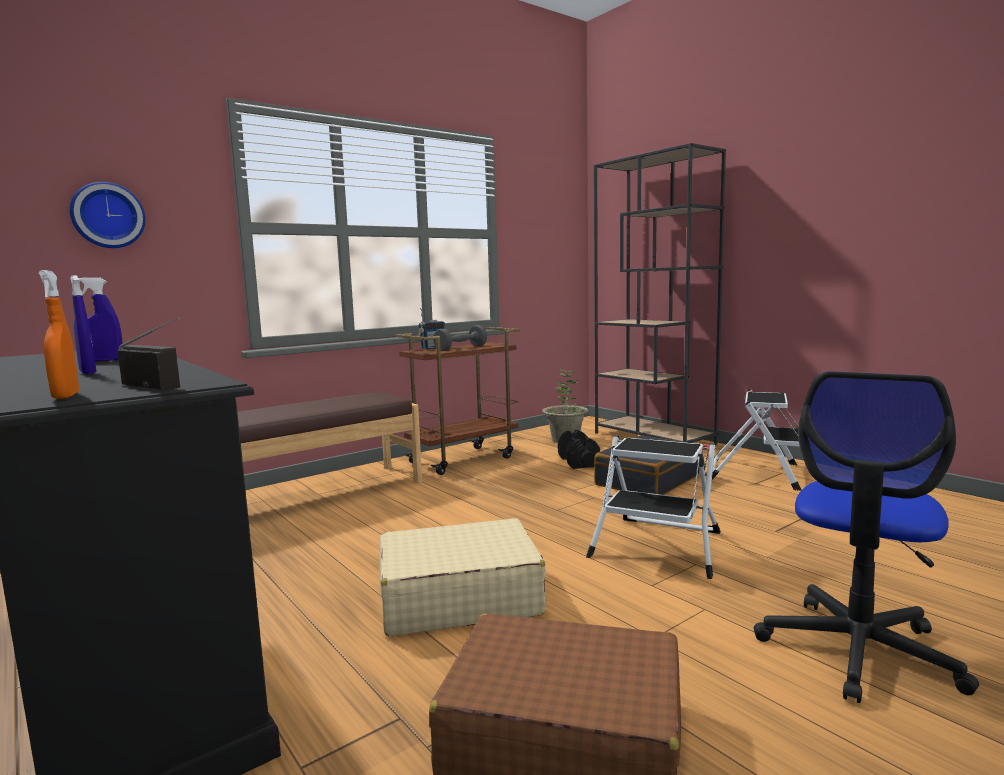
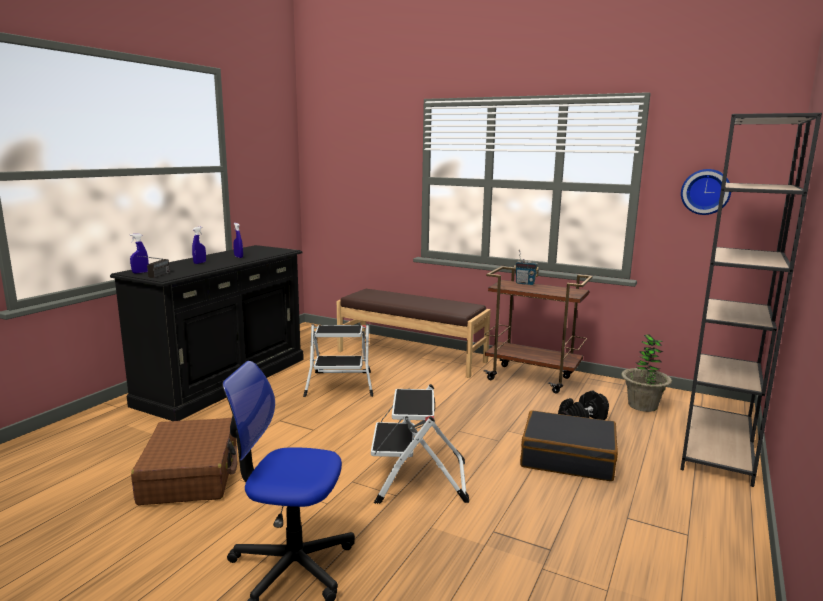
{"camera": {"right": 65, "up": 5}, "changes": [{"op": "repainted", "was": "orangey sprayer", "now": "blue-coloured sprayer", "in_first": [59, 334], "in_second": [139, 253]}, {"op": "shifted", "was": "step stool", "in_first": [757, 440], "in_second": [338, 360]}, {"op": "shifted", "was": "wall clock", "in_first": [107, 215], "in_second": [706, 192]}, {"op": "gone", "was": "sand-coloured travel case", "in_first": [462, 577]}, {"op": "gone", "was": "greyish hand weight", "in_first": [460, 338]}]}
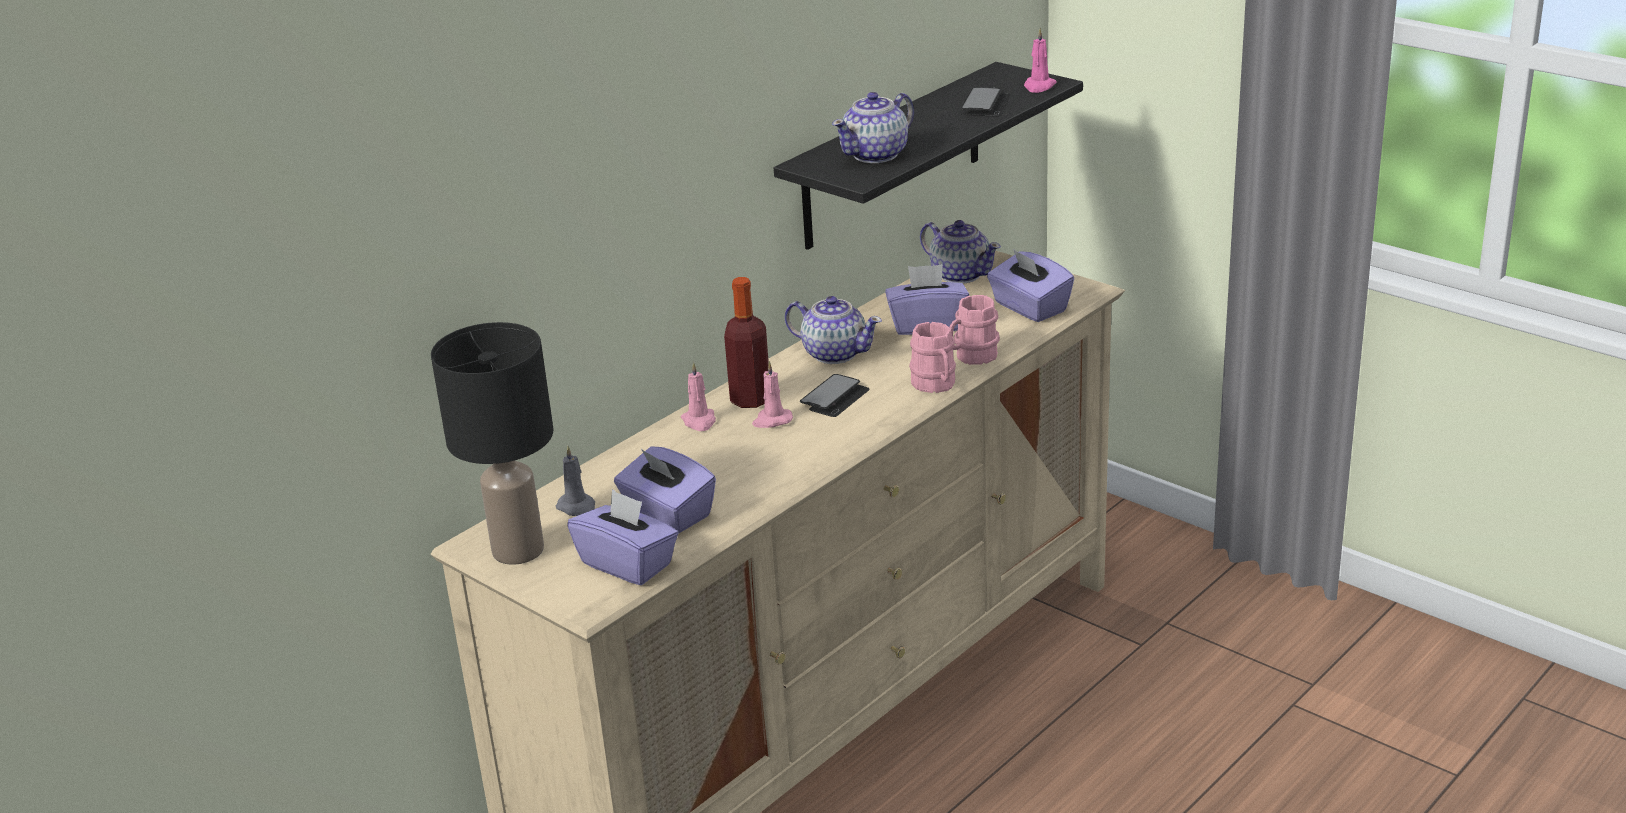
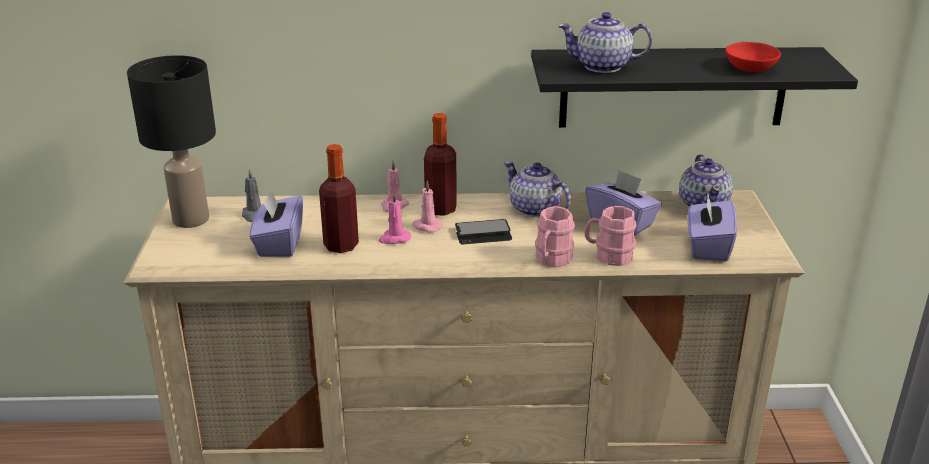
{"camera": {"right": 45, "up": 0}, "changes": [{"op": "new", "now": "drink bottle", "in_second": [339, 198]}, {"op": "shifted", "was": "pink wax candle", "in_first": [1040, 60], "in_second": [395, 218]}, {"op": "rotated", "was": "teapot", "in_first": [833, 330], "in_second": [537, 189], "clockwise": 150}, {"op": "swapped", "was": "telephone", "now": "red-coloured serving bowl", "in_first": [986, 102], "in_second": [753, 57]}, {"op": "gone", "was": "purple-coloured tissue holder", "in_first": [623, 537]}]}
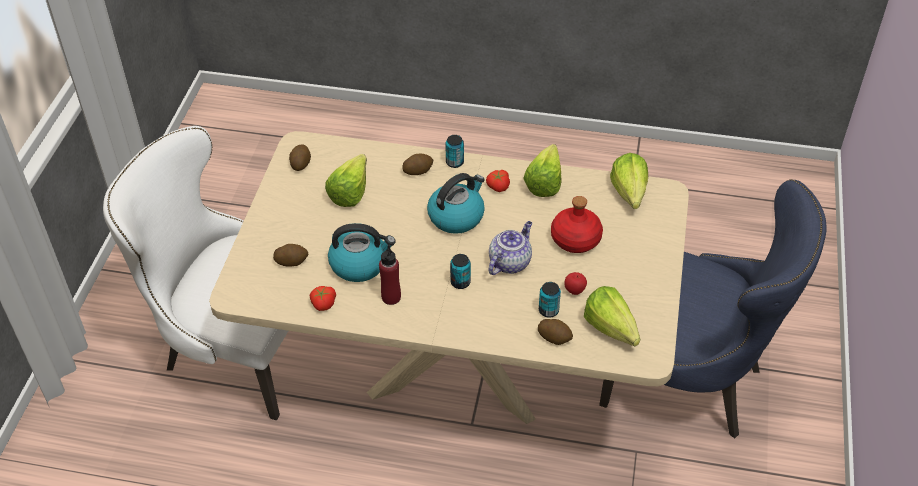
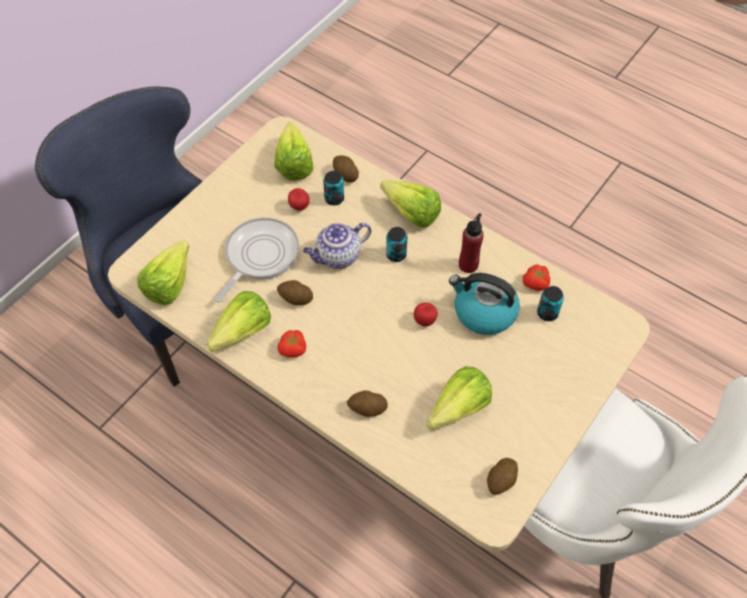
{"camera": {"right": -155, "up": 10}, "changes": [{"op": "swapped", "was": "red-coloured drink bottle", "now": "skillet", "in_first": [577, 224], "in_second": [257, 260]}, {"op": "shifted", "was": "whole potato", "in_first": [290, 255], "in_second": [295, 292]}, {"op": "new", "now": "head of lettuce", "in_second": [410, 203]}, {"op": "new", "now": "apple fruit", "in_second": [426, 314]}, {"op": "shifted", "was": "metal can", "in_first": [454, 151], "in_second": [550, 303]}, {"op": "gone", "was": "water kettle", "in_first": [456, 203]}]}
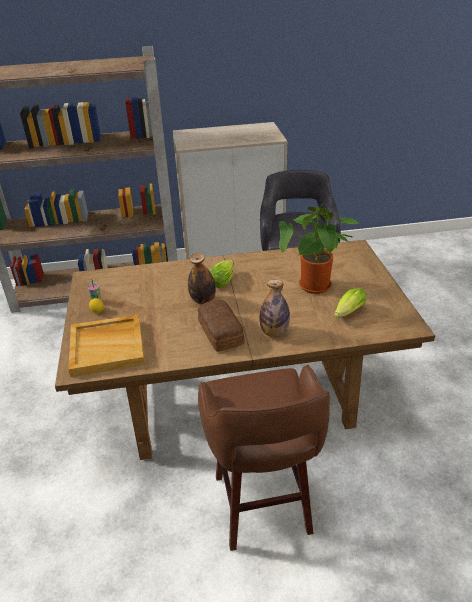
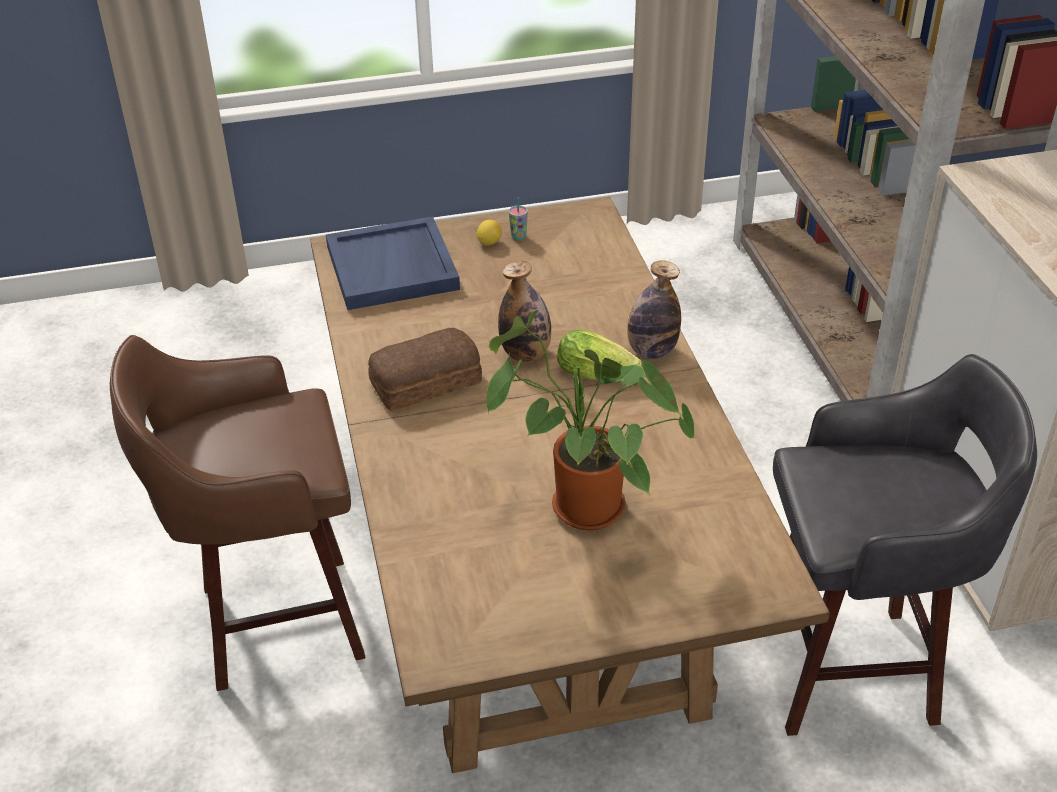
{"camera": {"right": 85, "up": 5}, "changes": [{"op": "repainted", "was": "sand-coloured serving tray", "now": "blue-coloured serving tray", "in_first": [106, 345], "in_second": [393, 263]}, {"op": "shifted", "was": "drink bottle", "in_first": [274, 308], "in_second": [654, 309]}, {"op": "gone", "was": "head of lettuce", "in_first": [350, 303]}]}
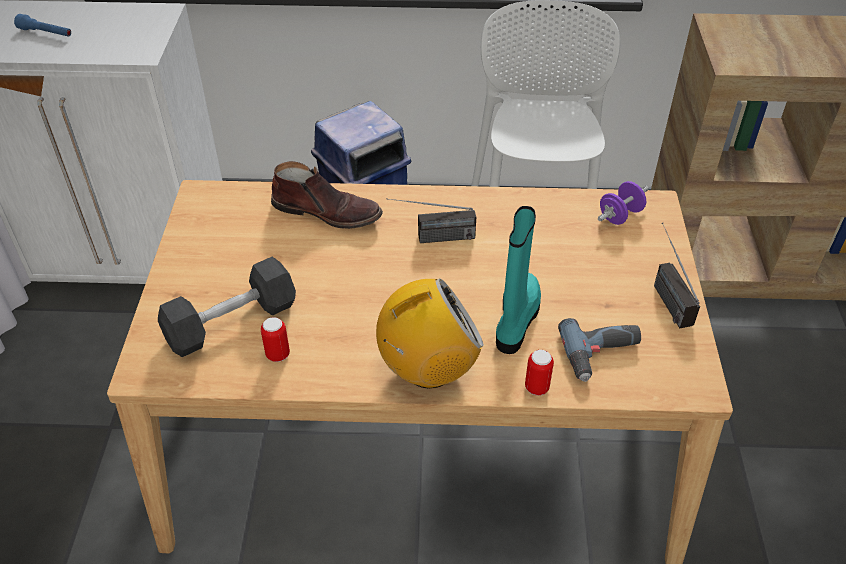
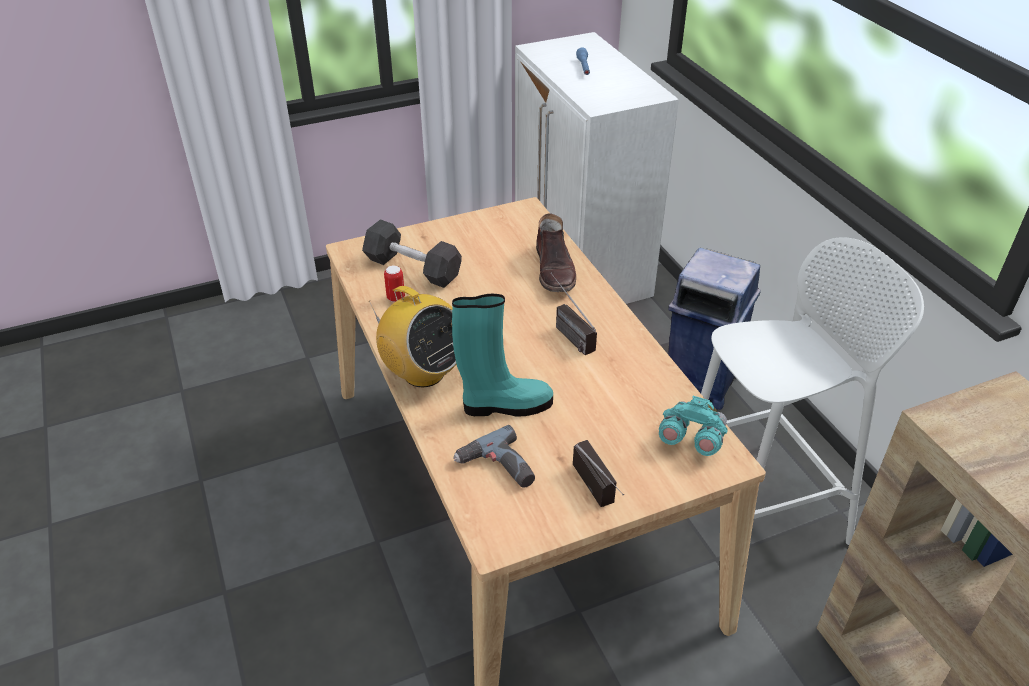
{"camera": {"right": 65, "up": -5}, "changes": [{"op": "rotated", "was": "radio receiver", "in_first": [677, 275], "in_second": [598, 473], "clockwise": 105}, {"op": "swapped", "was": "purple-coloured hand weight", "now": "blue-green binoculars", "in_first": [623, 203], "in_second": [693, 426]}, {"op": "gone", "was": "metal can", "in_first": [539, 373]}]}
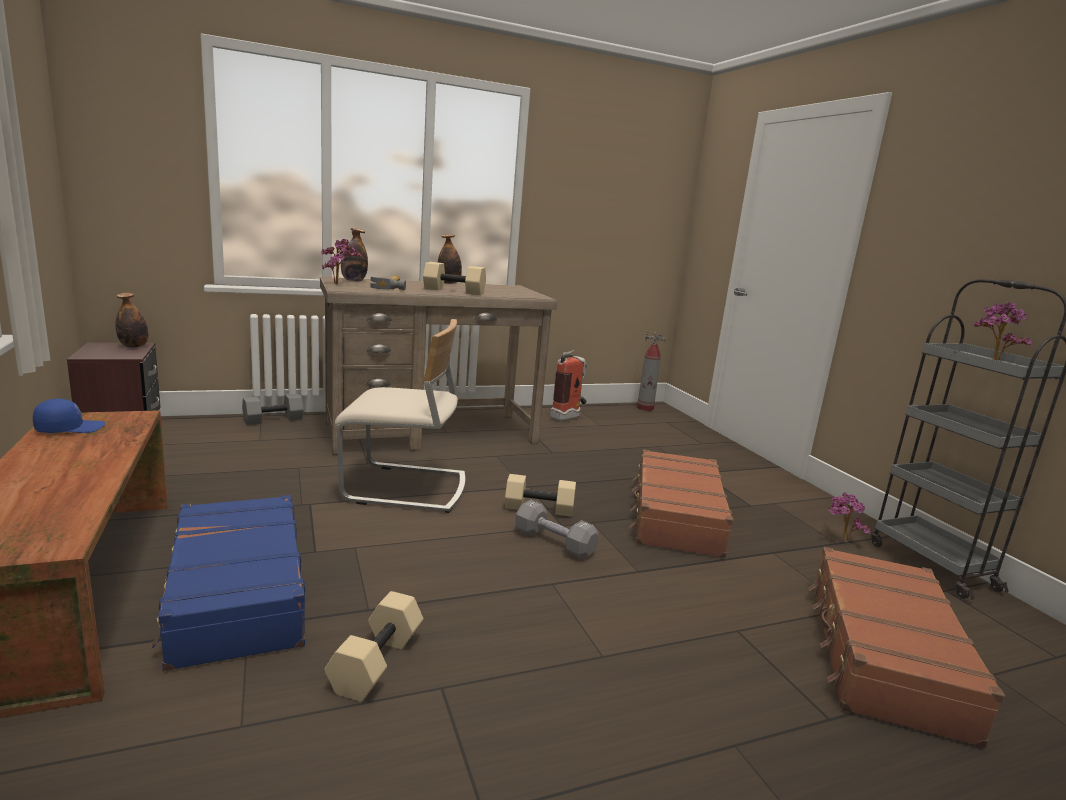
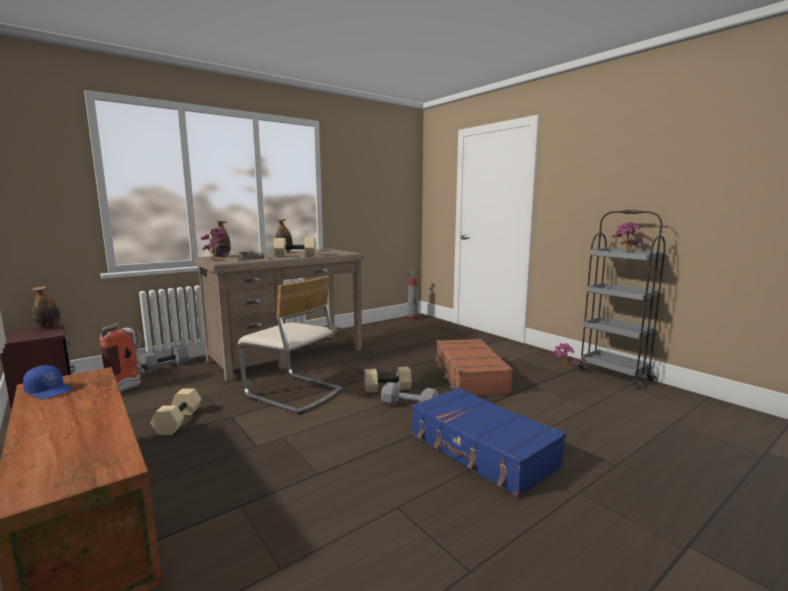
{"camera": {"right": -15, "up": -5}, "changes": [{"op": "rotated", "was": "blue-coloured cap", "in_first": [69, 416], "in_second": [47, 382], "clockwise": 75}, {"op": "shifted", "was": "fire extinguisher", "in_first": [568, 386], "in_second": [125, 357]}, {"op": "shifted", "was": "sand-coloured hand weight", "in_first": [373, 646], "in_second": [176, 412]}, {"op": "rotated", "was": "sand-coloured chair", "in_first": [400, 416], "in_second": [290, 345], "clockwise": 45}, {"op": "shifted", "was": "blue-coloured travel case", "in_first": [228, 583], "in_second": [489, 442]}, {"op": "gone", "was": "brown travel case", "in_first": [907, 647]}]}
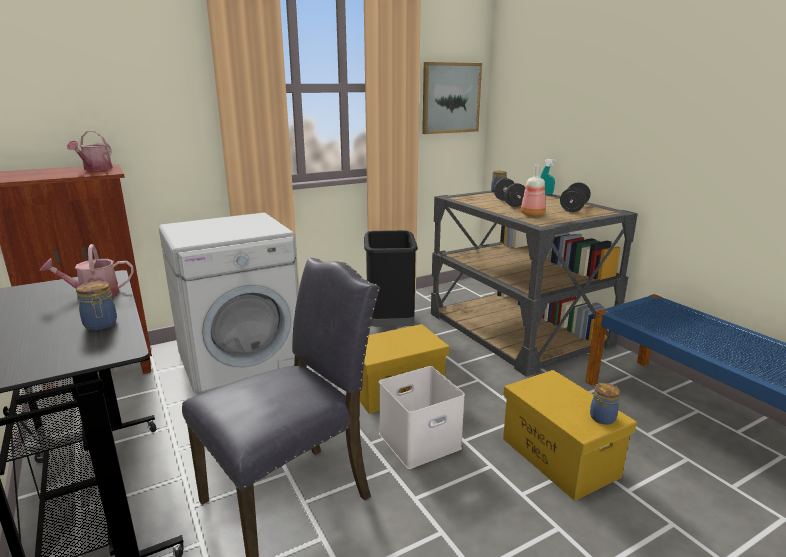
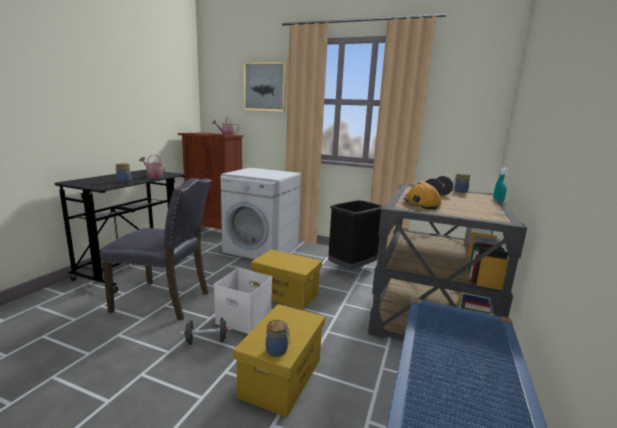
{"camera": {"right": 50, "up": -5}, "changes": [{"op": "shifted", "was": "black-coloured hand weight", "in_first": [575, 197], "in_second": [206, 331]}, {"op": "shifted", "was": "wall picture", "in_first": [452, 98], "in_second": [265, 87]}, {"op": "swapped", "was": "drink bottle", "now": "orangey hard hat", "in_first": [533, 190], "in_second": [422, 195]}]}
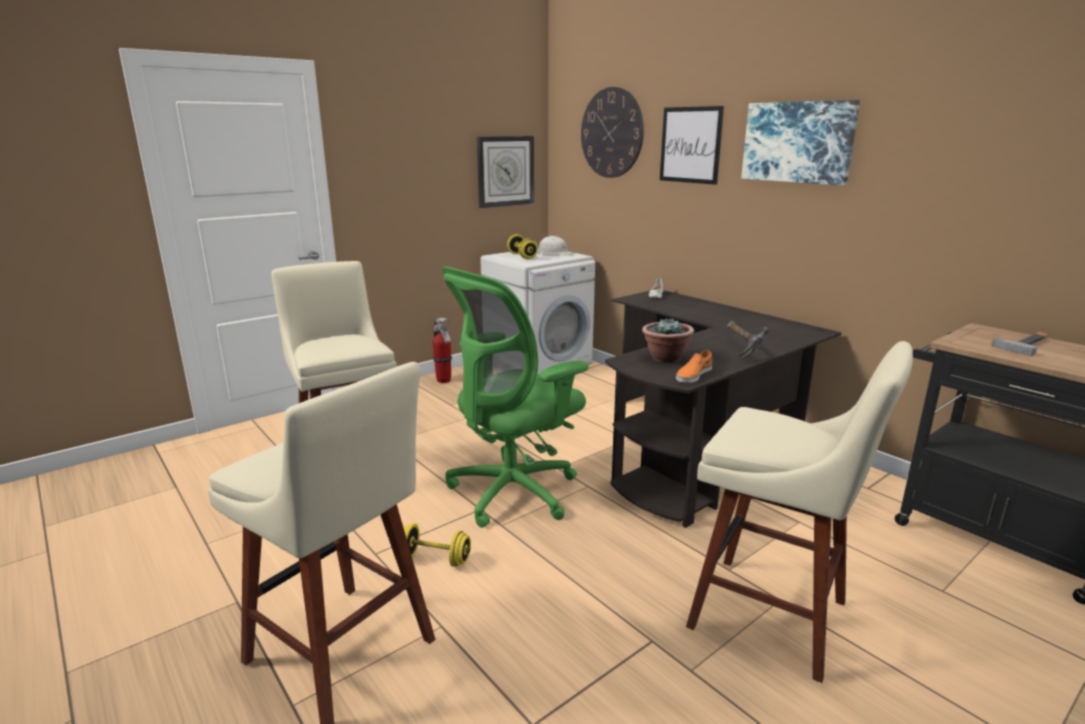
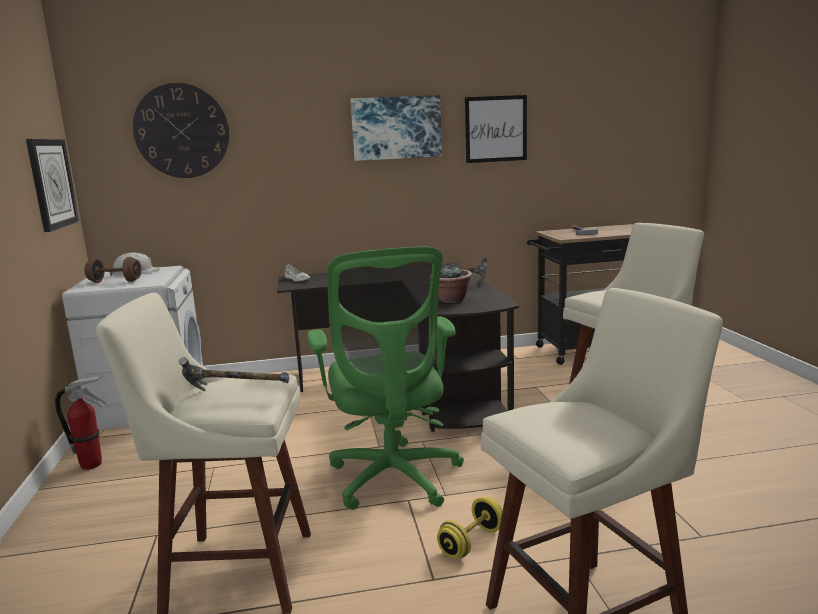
{"camera": {"right": -60, "up": -5}, "changes": [{"op": "repainted", "was": "yellow-coloured hand weight", "now": "brown hand weight", "in_first": [522, 246], "in_second": [113, 270]}, {"op": "new", "now": "hand hammer", "in_second": [234, 374]}, {"op": "shifted", "was": "wall picture", "in_first": [692, 145], "in_second": [496, 129]}, {"op": "gone", "was": "orangey shoe", "in_first": [694, 366]}]}
